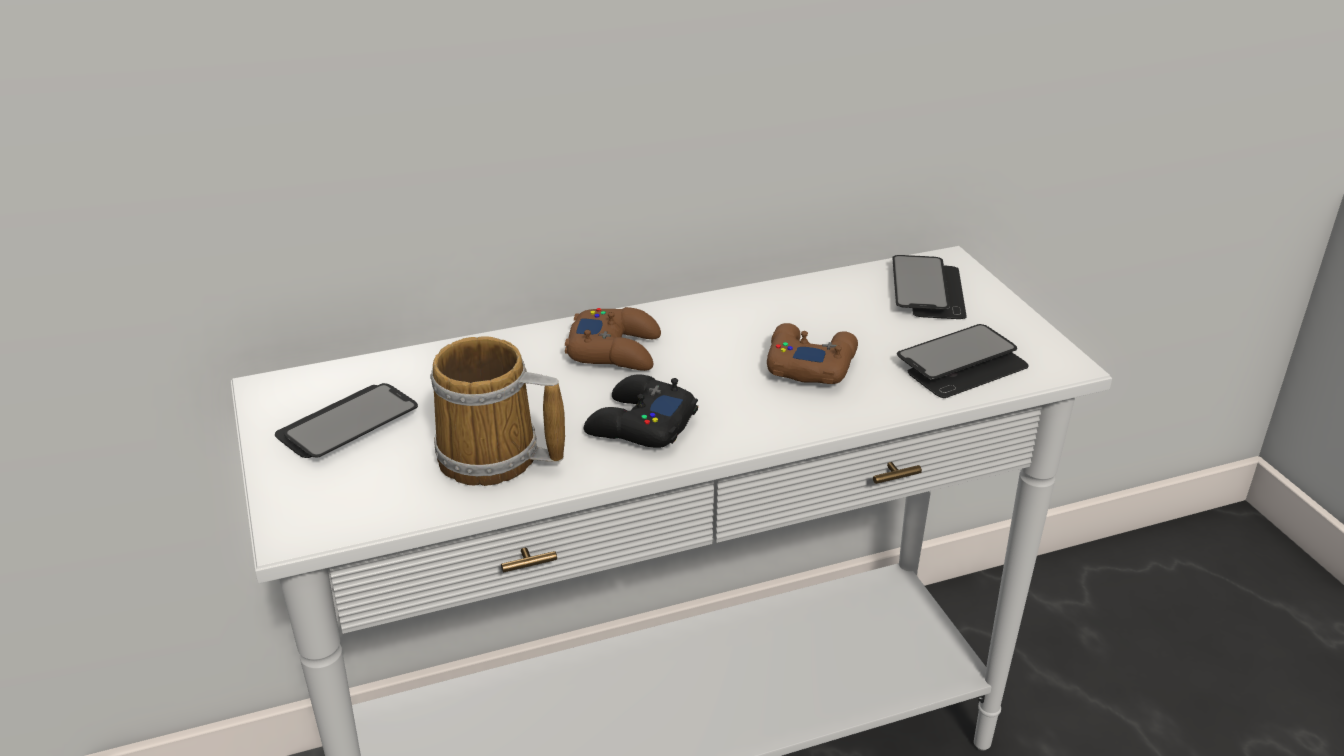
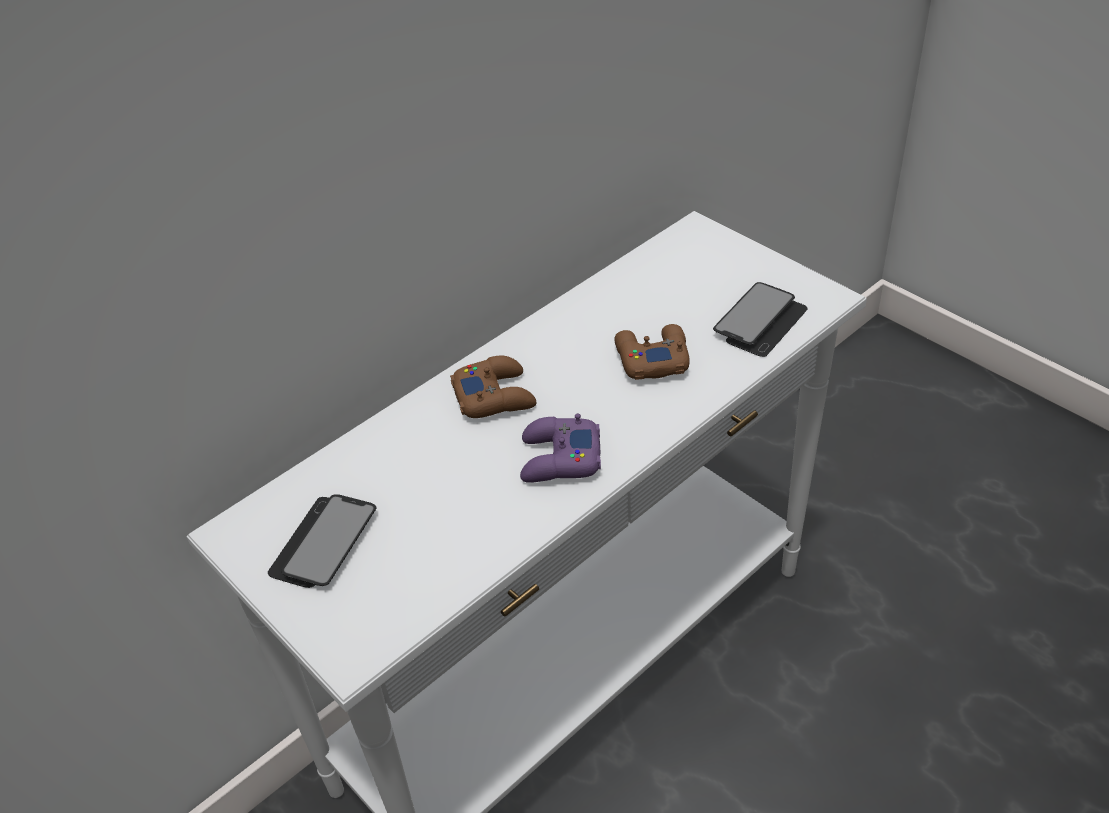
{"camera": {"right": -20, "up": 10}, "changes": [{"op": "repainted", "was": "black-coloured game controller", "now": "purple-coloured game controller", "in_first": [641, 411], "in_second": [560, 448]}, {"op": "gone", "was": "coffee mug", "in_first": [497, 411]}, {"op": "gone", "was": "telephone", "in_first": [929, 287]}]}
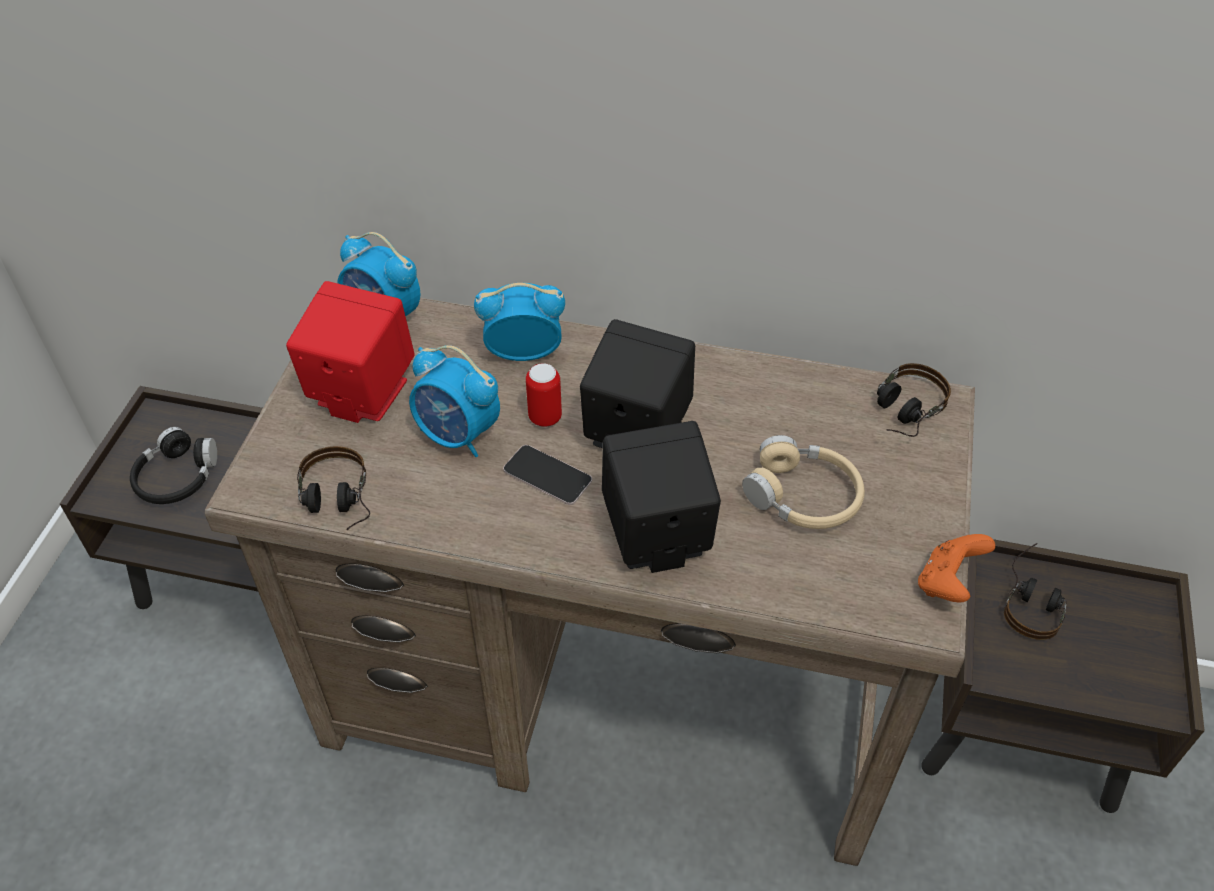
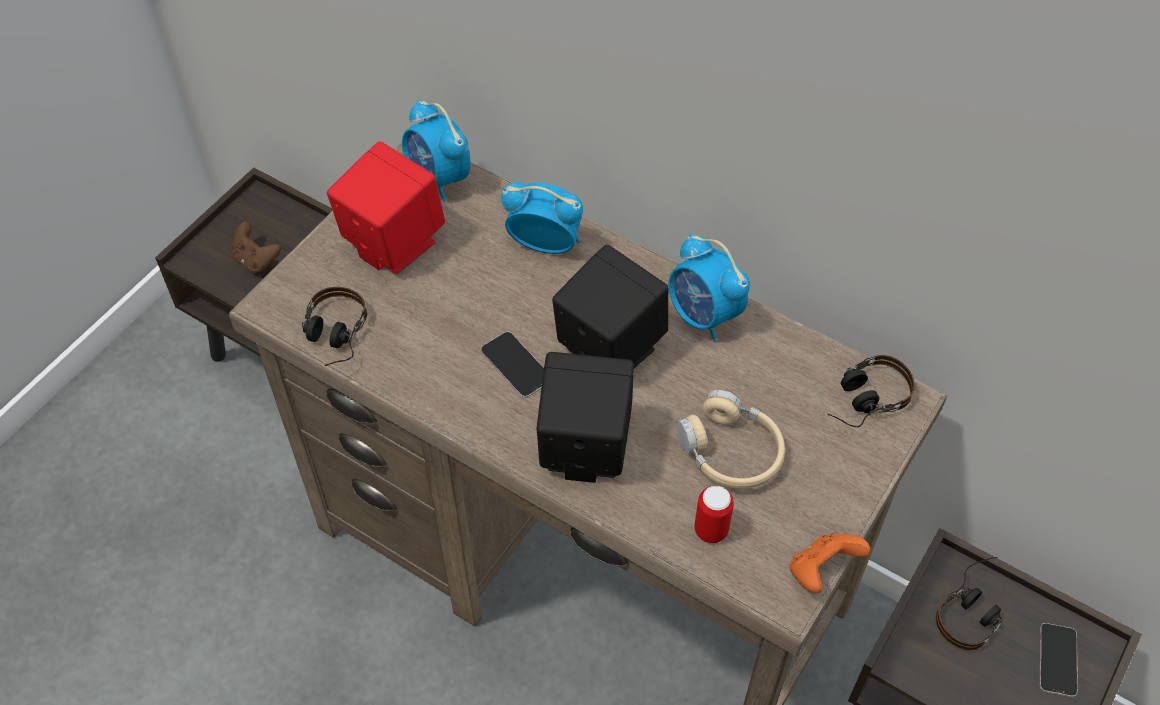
{"camera": {"right": 20, "up": 5}, "changes": [{"op": "swapped", "was": "black-coloured pair of headphones", "now": "brown game controller", "in_first": [173, 465], "in_second": [256, 247]}, {"op": "shifted", "was": "bedside clock", "in_first": [454, 401], "in_second": [709, 287]}, {"op": "shifted", "was": "metal can", "in_first": [544, 395], "in_second": [714, 514]}, {"op": "new", "now": "telephone", "in_second": [1059, 660]}]}
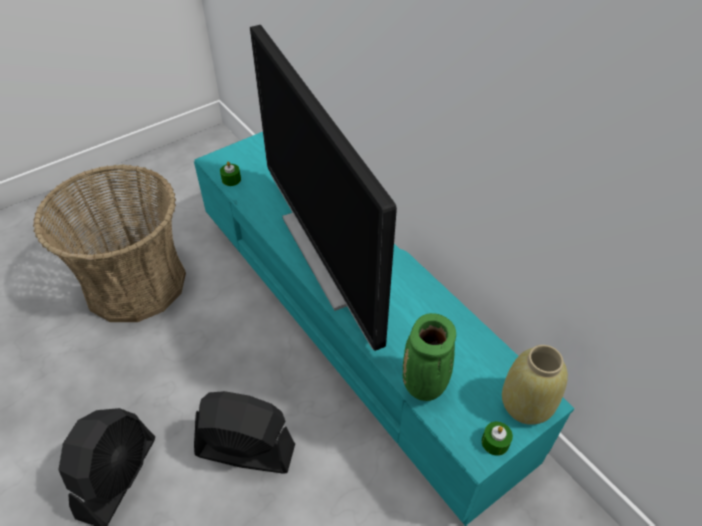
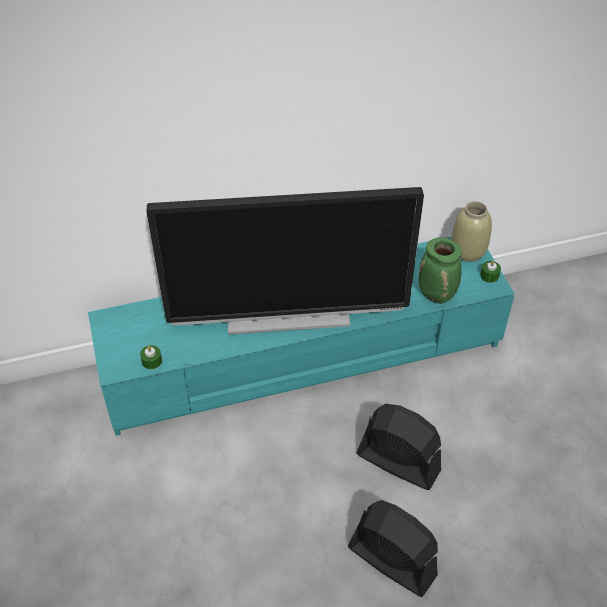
{"camera": {"right": -70, "up": 0}, "changes": [{"op": "rotated", "was": "black-coloured cooling fan", "in_first": [244, 432], "in_second": [399, 447], "clockwise": 90}, {"op": "gone", "was": "basket", "in_first": [109, 243]}]}
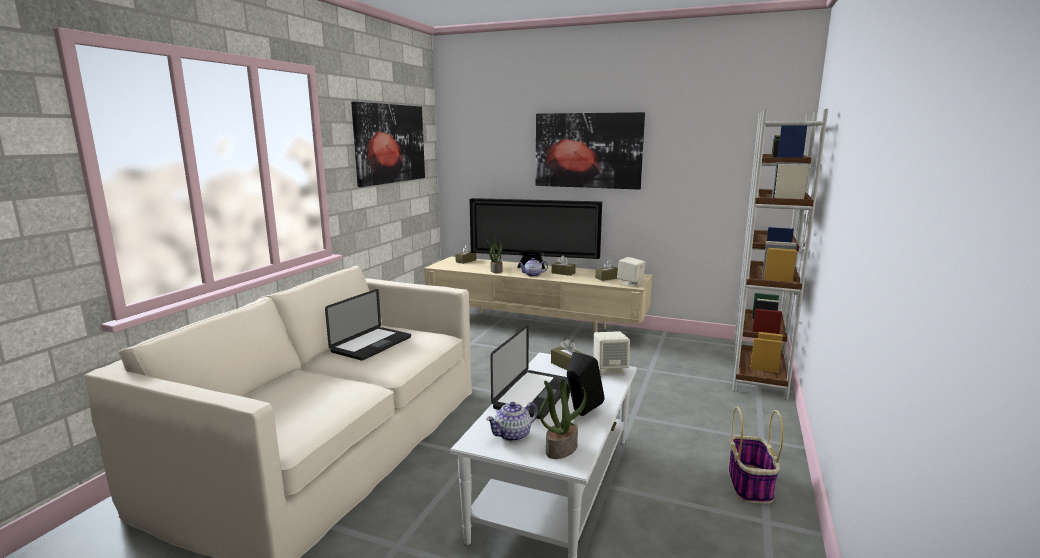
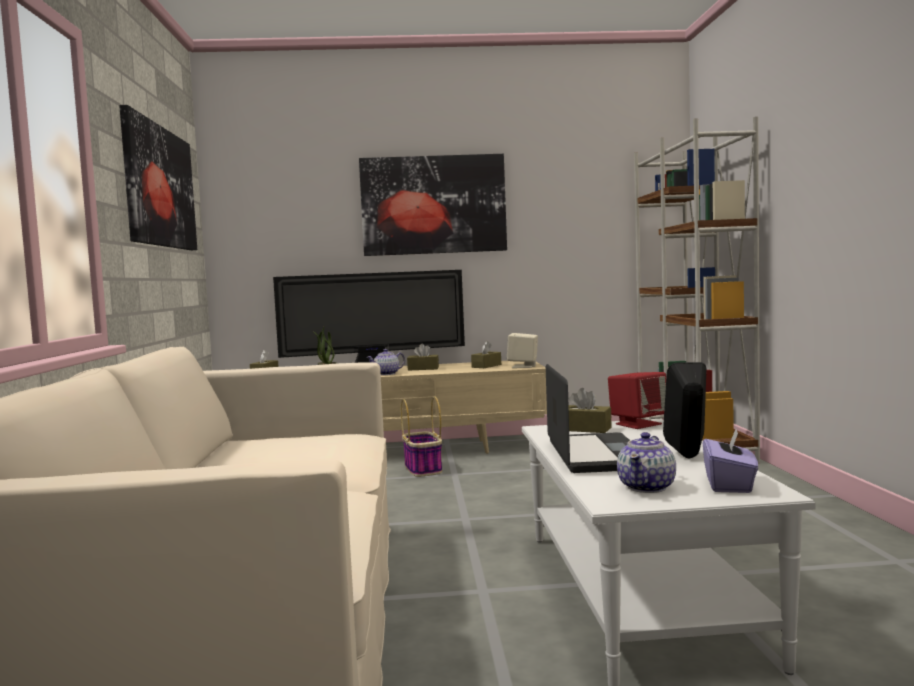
{"camera": {"right": -25, "up": -10}, "changes": [{"op": "shifted", "was": "basket", "in_first": [756, 455], "in_second": [421, 436]}, {"op": "repainted", "was": "sand-coloured loudspeaker", "now": "red-coloured loudspeaker", "in_first": [611, 353], "in_second": [637, 400]}, {"op": "swapped", "was": "houseplant", "now": "purple-coloured tissue holder", "in_first": [563, 419], "in_second": [730, 461]}, {"op": "gone", "was": "notebook computer", "in_first": [368, 325]}]}
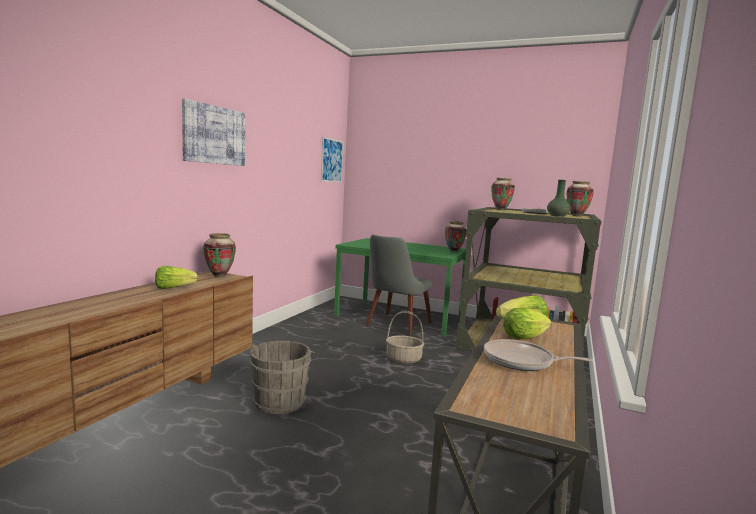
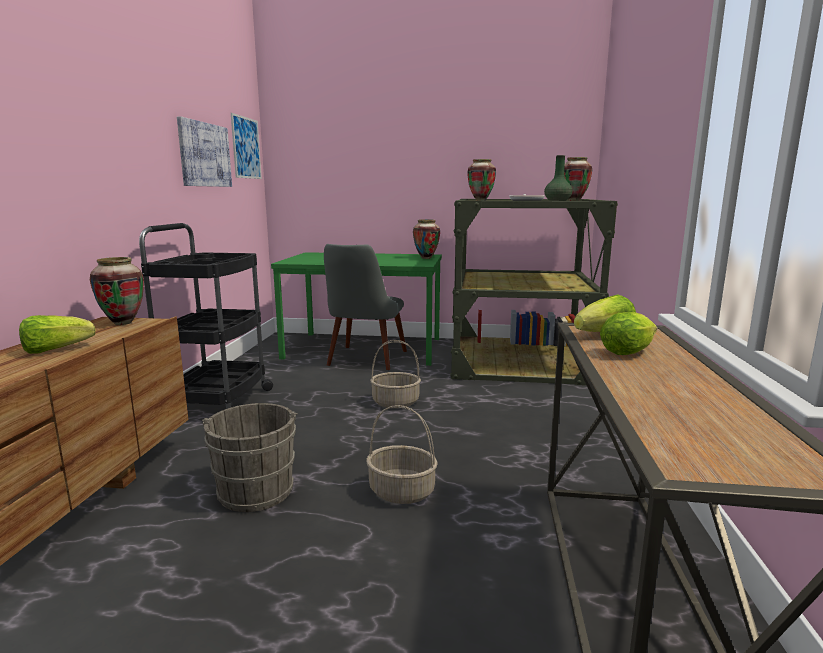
{"camera": {"right": -15, "up": 5}, "changes": [{"op": "new", "now": "black-coloured trolley", "in_second": [206, 316]}, {"op": "shifted", "was": "wall picture", "in_first": [213, 132], "in_second": [204, 151]}, {"op": "new", "now": "basket", "in_second": [402, 454]}, {"op": "gone", "was": "skillet", "in_first": [538, 355]}]}
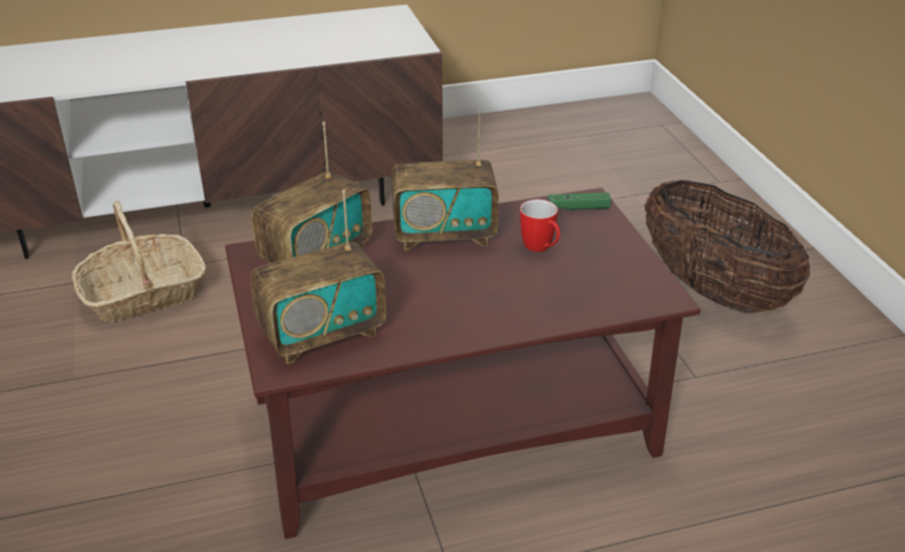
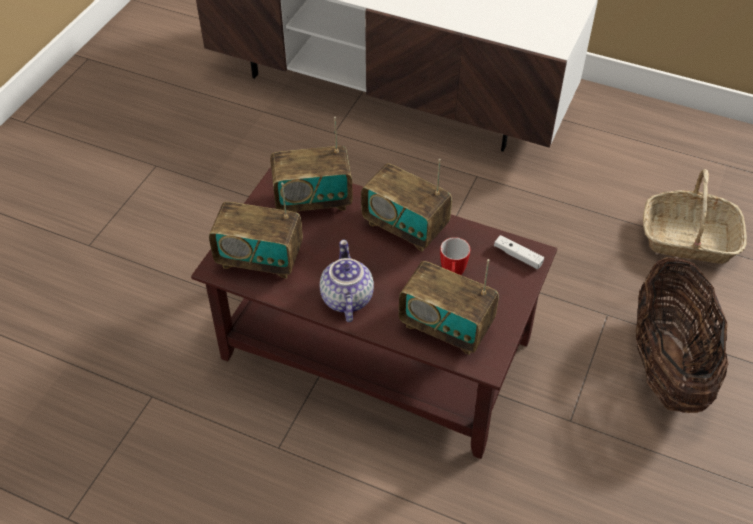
{"camera": {"right": 40, "up": 15}, "changes": [{"op": "new", "now": "teapot", "in_second": [347, 281]}, {"op": "new", "now": "radio receiver", "in_second": [449, 307]}, {"op": "repainted", "was": "green game controller", "now": "white-coloured game controller", "in_first": [579, 201], "in_second": [519, 252]}, {"op": "shifted", "was": "basket", "in_first": [139, 261], "in_second": [695, 216]}]}
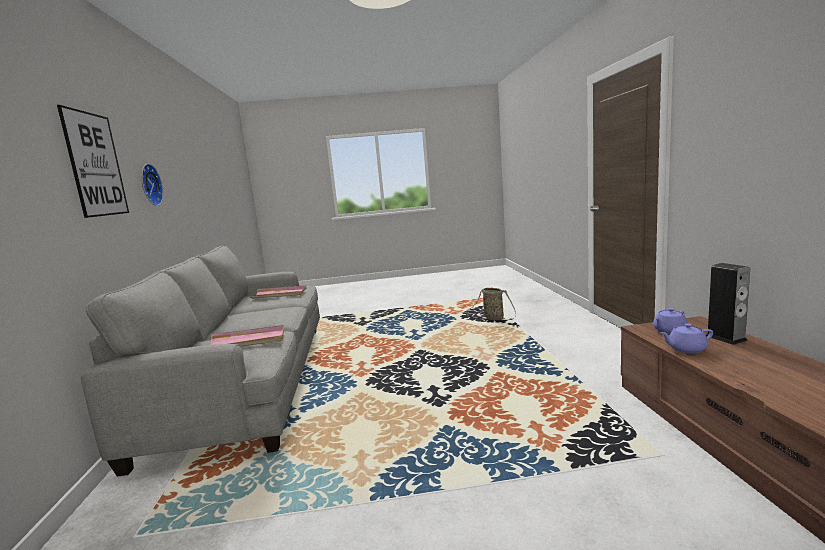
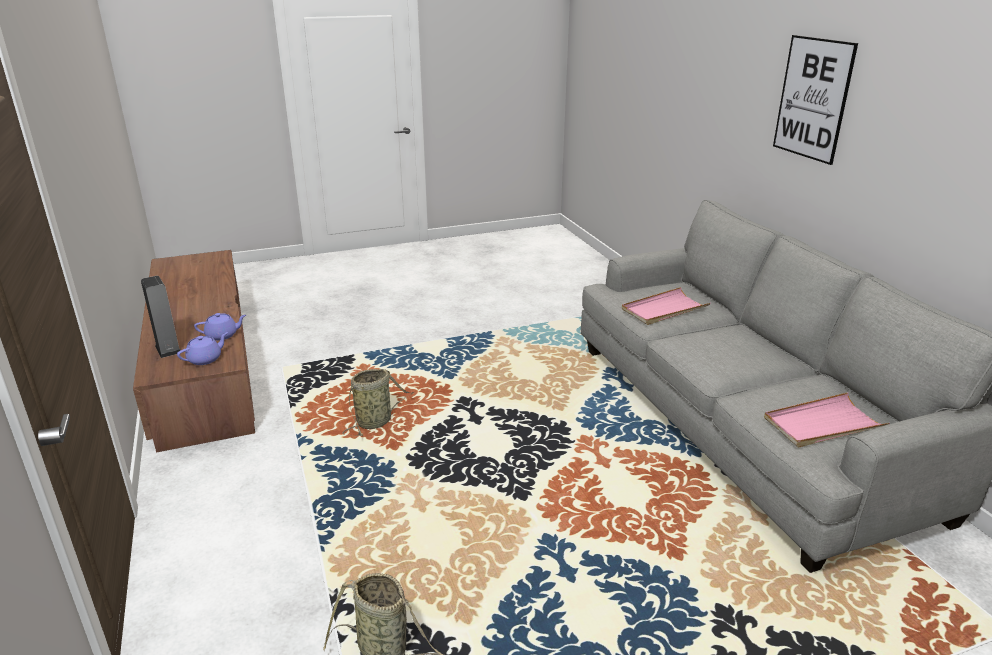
{"camera": {"right": 165, "up": 15}, "changes": [{"op": "new", "now": "basket", "in_second": [378, 402]}, {"op": "gone", "was": "wall clock", "in_first": [152, 185]}]}
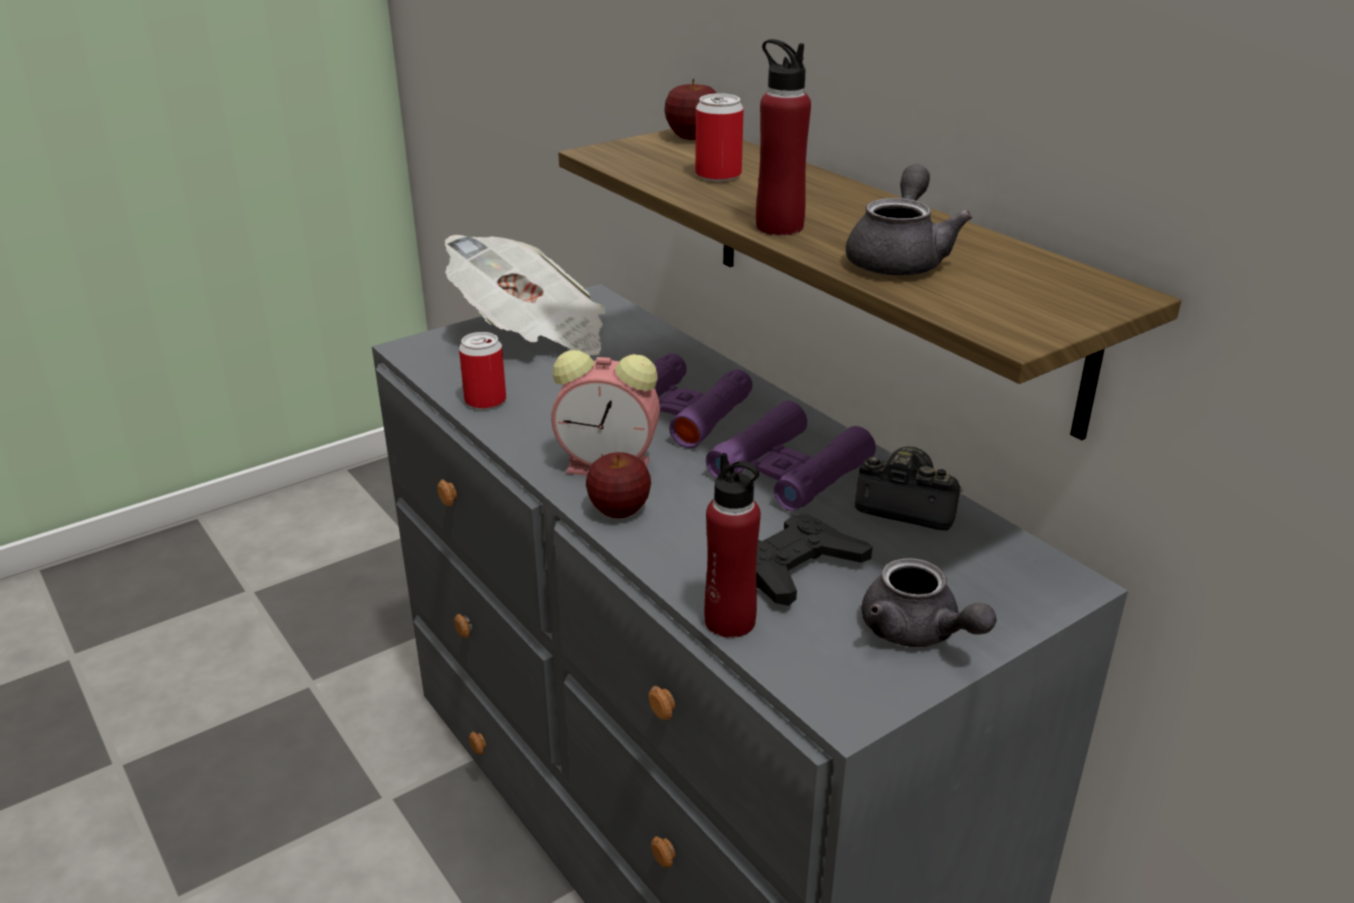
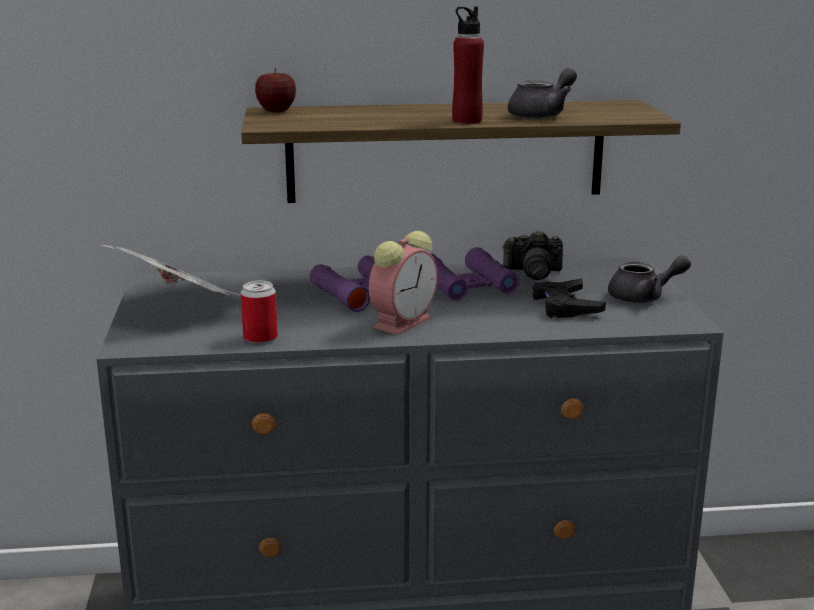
{"camera": {"right": -60, "up": -10}, "changes": [{"op": "rotated", "was": "still camera", "in_first": [909, 488], "in_second": [532, 255], "clockwise": -135}, {"op": "rotated", "was": "greyish teapot", "in_first": [909, 220], "in_second": [542, 93], "clockwise": 90}, {"op": "gone", "was": "apple fruit", "in_first": [618, 485]}, {"op": "gone", "was": "metal can", "in_first": [719, 137]}, {"op": "gone", "was": "red-coloured drink bottle", "in_first": [732, 545]}]}
